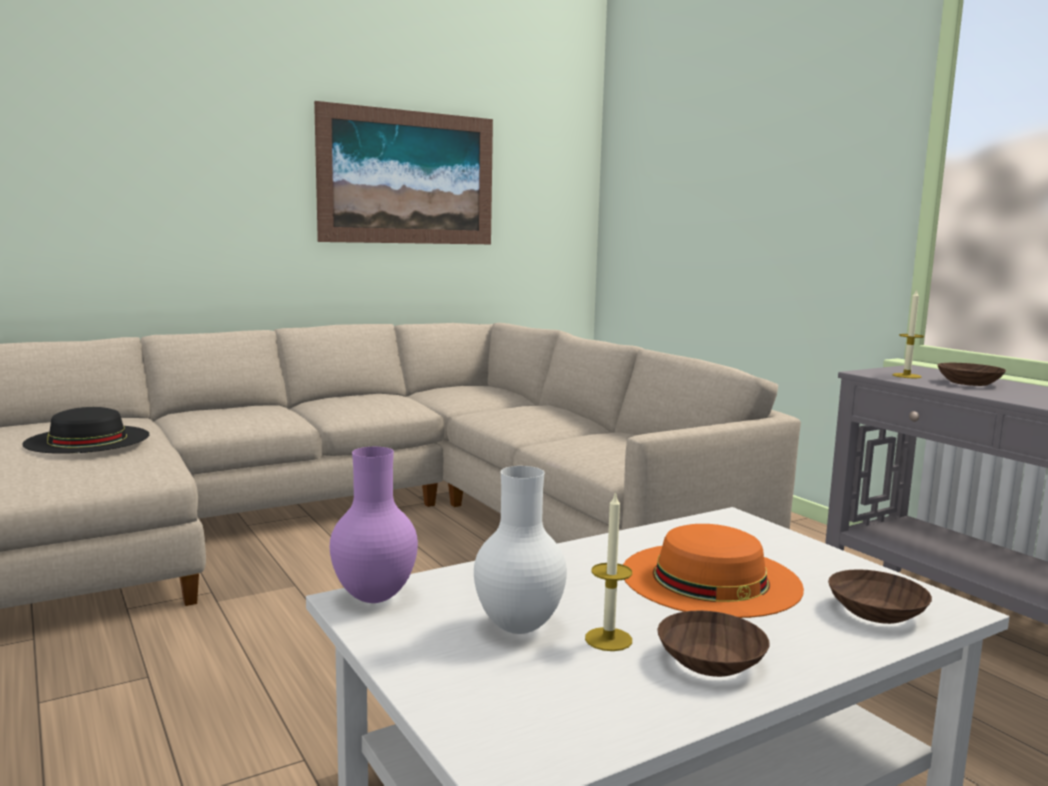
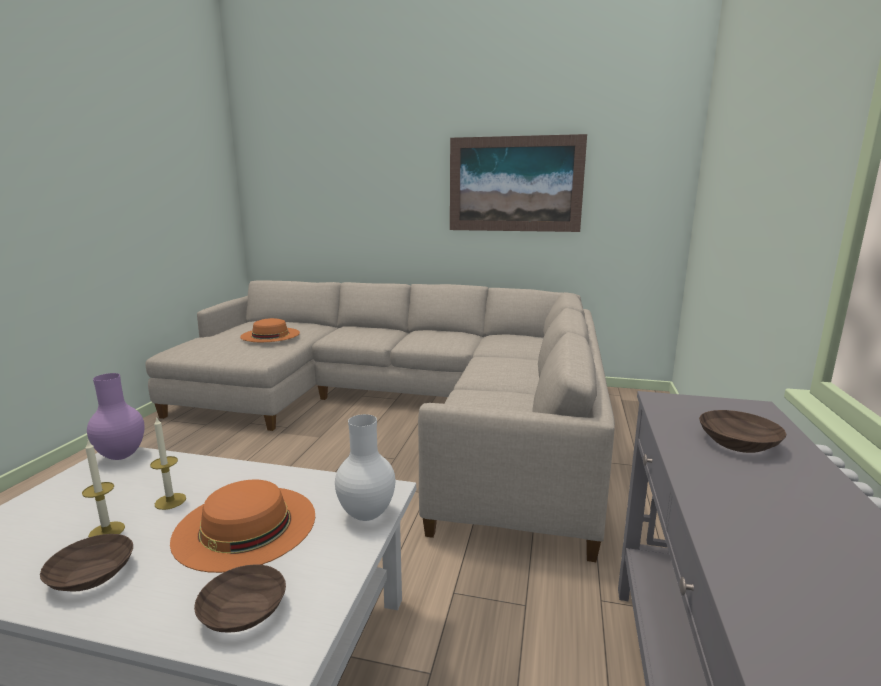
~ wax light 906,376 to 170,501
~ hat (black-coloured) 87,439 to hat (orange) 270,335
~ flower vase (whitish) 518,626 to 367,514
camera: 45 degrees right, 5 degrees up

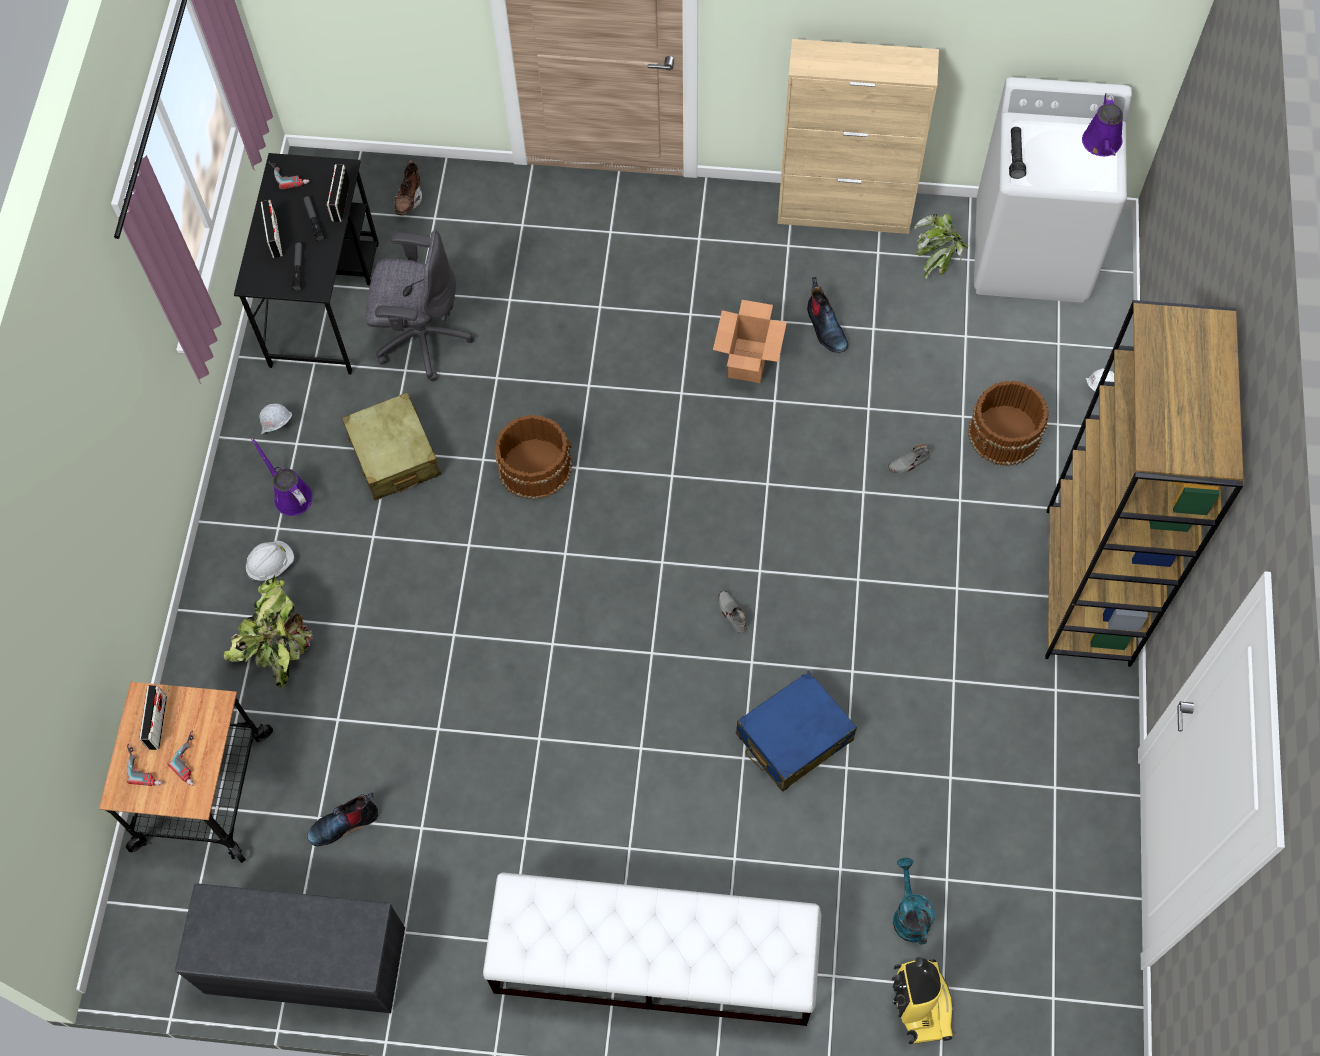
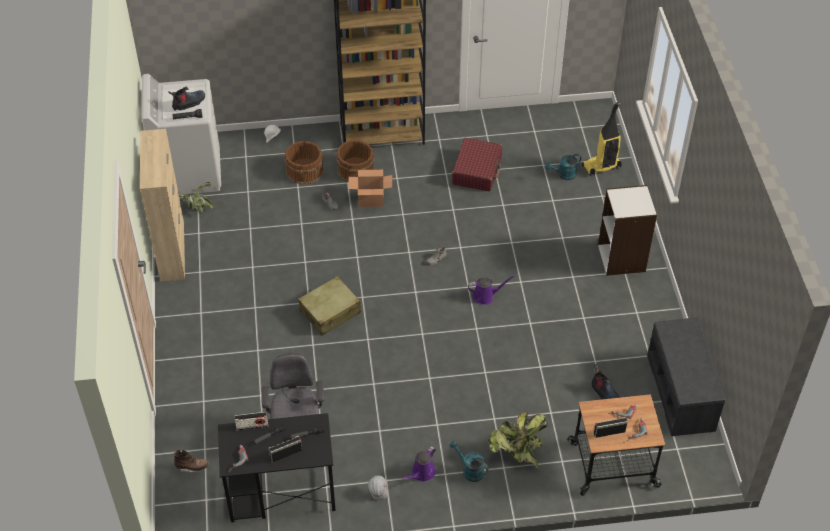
~ tall boot 825,328 to 188,103
~ suitcase (beige-coloured) 394,455 to 330,312
~ water bucket (brownish) 534,466 to 355,170
~ packing box 748,360 to 370,200
~ hard hat (whitish) 271,565 to watering pot (turquoise-coloured) 469,470
+ suitcase (red) 477,171
~ watering pot (purple) 1102,144 to 485,296
~ bench (whitish) 653,961 to bookcase (whitish) 622,258
- suitcase (blue) 793,737
camera: 105 degrees left, 15 degrees down

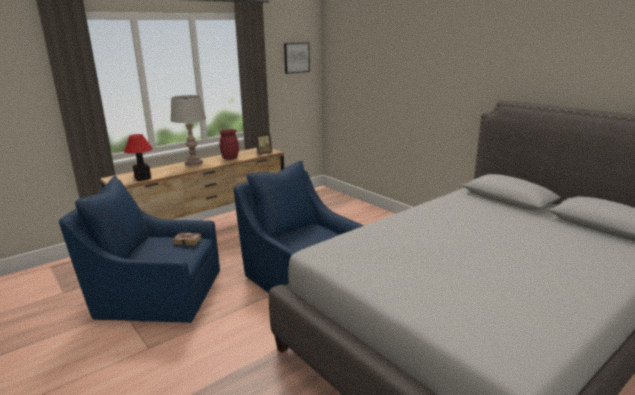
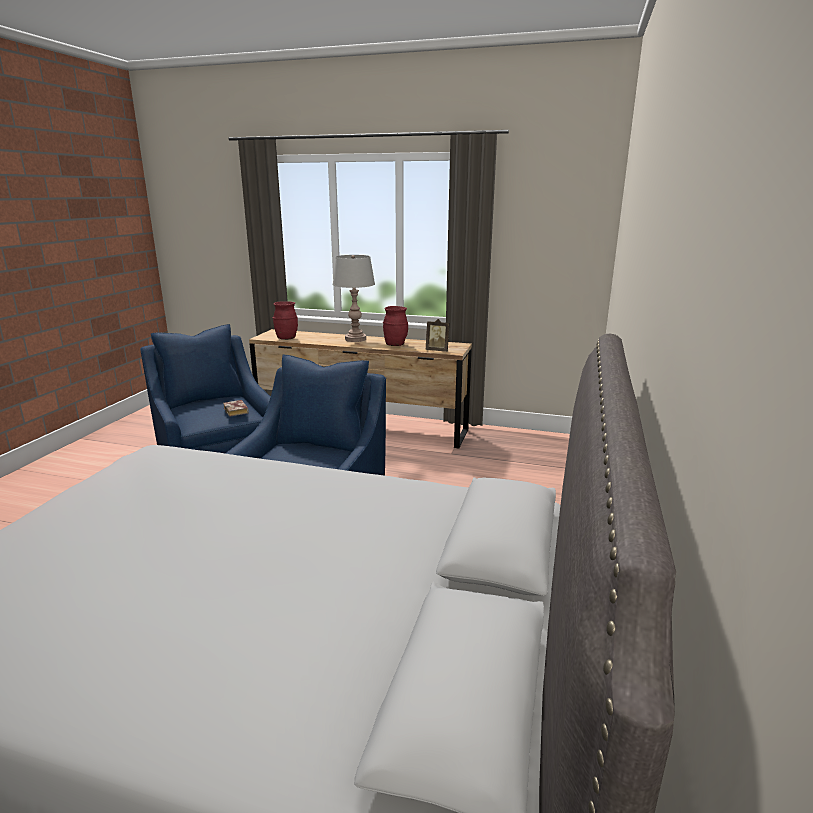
~ tabletop lamp 142,178 to flower vase (red) 286,338
- wall picture 296,57
camera: 55 degrees right, 0 degrees up

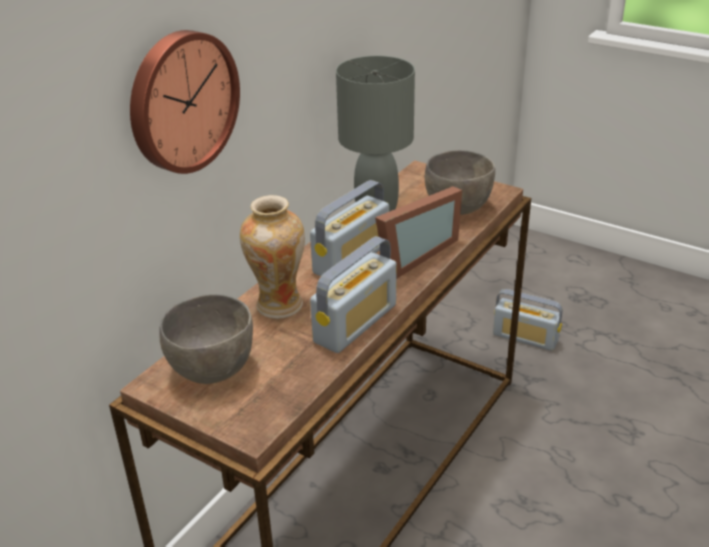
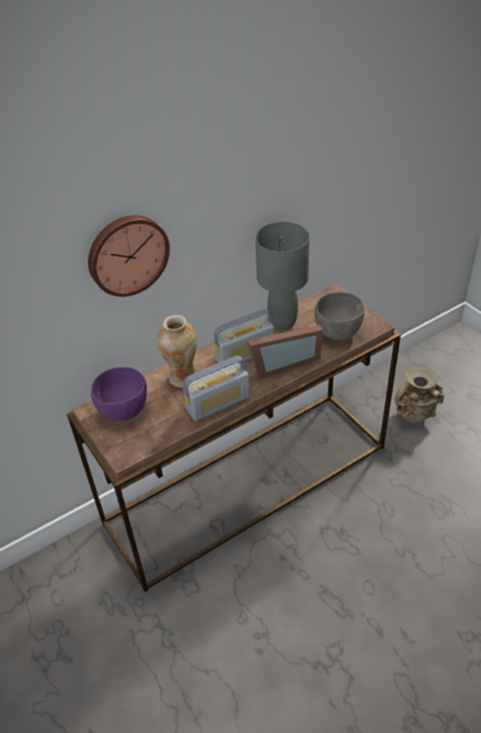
~ serving bowl (gray) 212,370 to serving bowl (purple) 123,411
~ radio receiver 525,337 to flower vase (beige-coloured) 414,417
camera: 25 degrees right, 10 degrees up

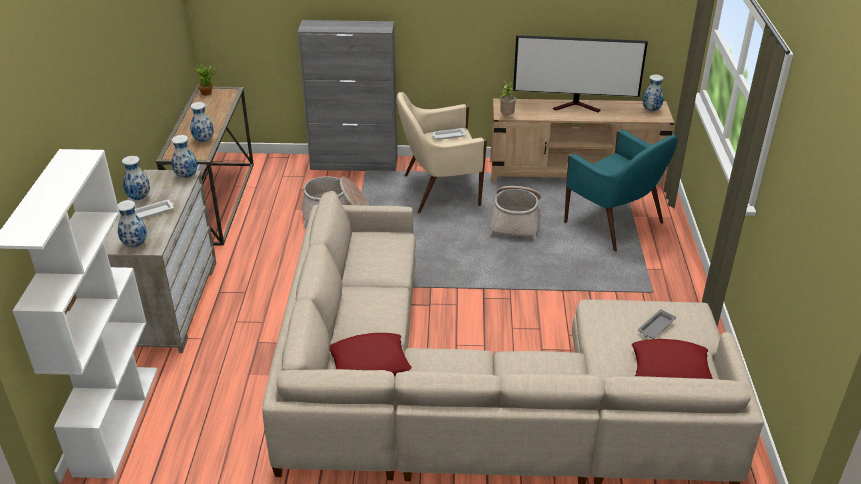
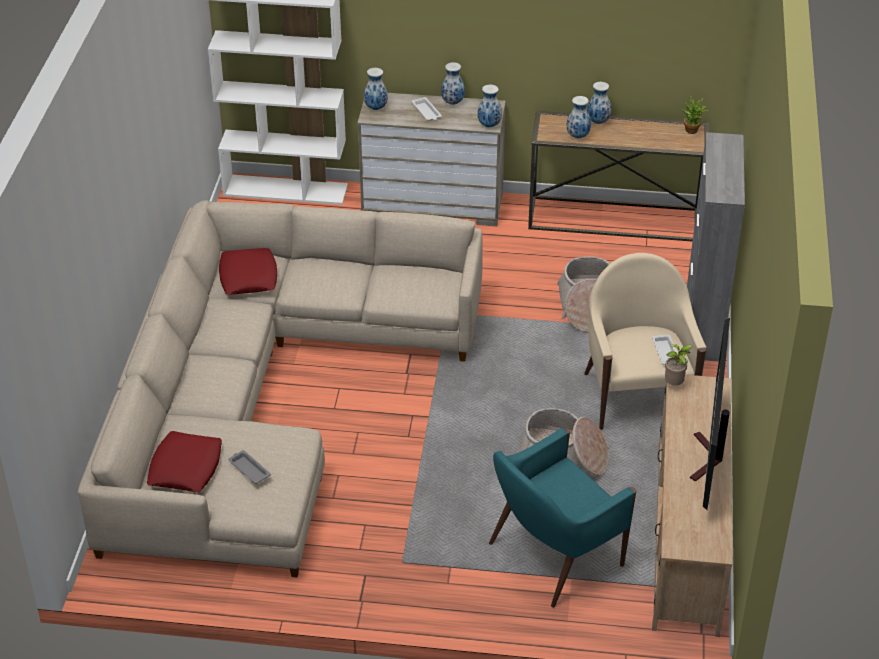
~ flower vase 650,109 to 598,121
camera: 95 degrees right, 5 degrees up

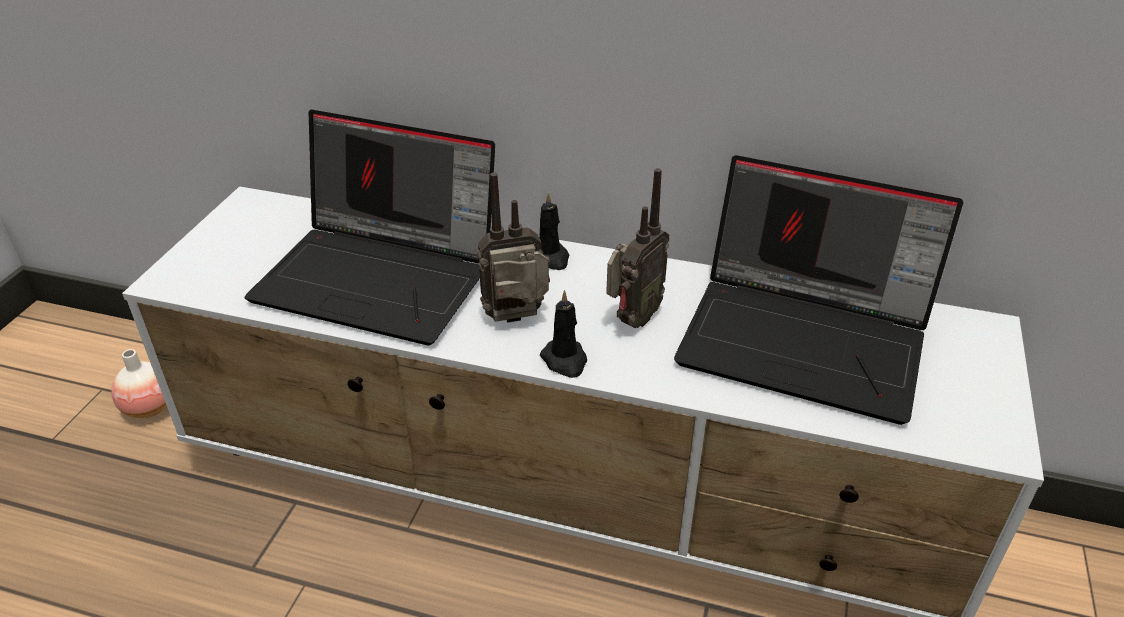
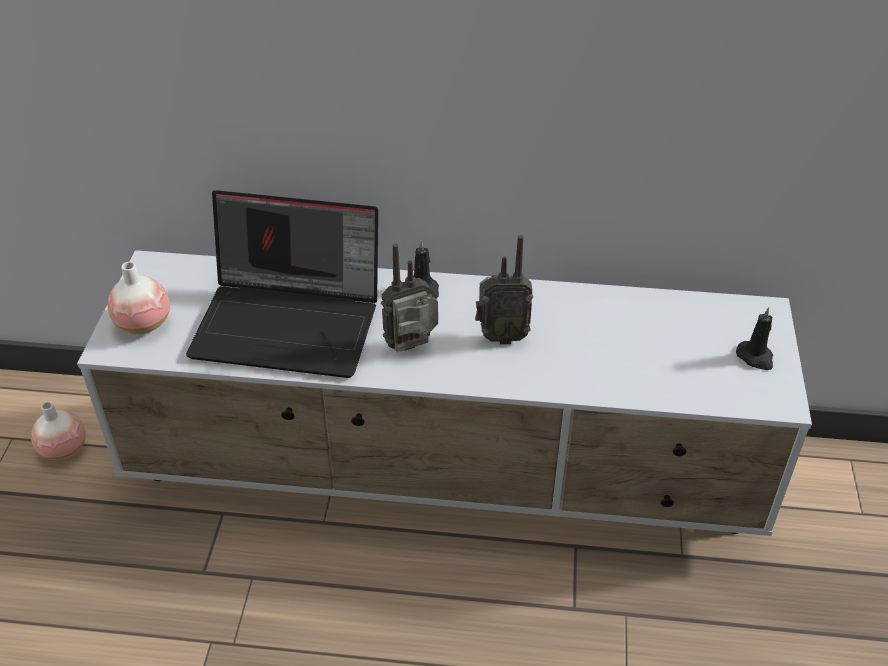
+ flower vase 143,324
~ radio receiver 632,320 = 501,336 60 degrees clockwise
~ wax light (black-coloured) 565,360 to 755,357
- laptop 807,339
camera: 10 degrees left, 5 degrees up

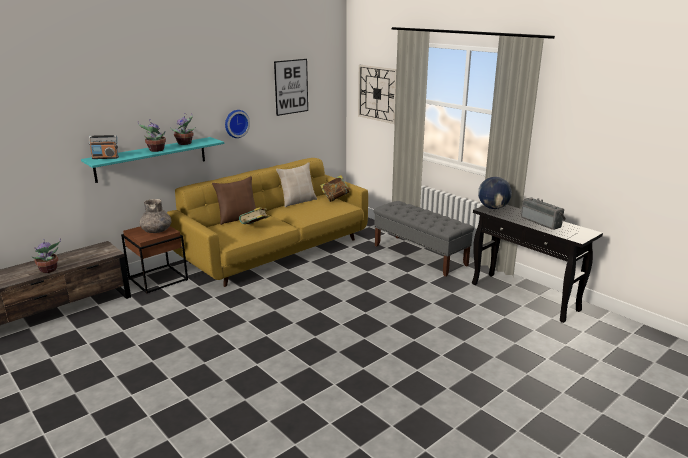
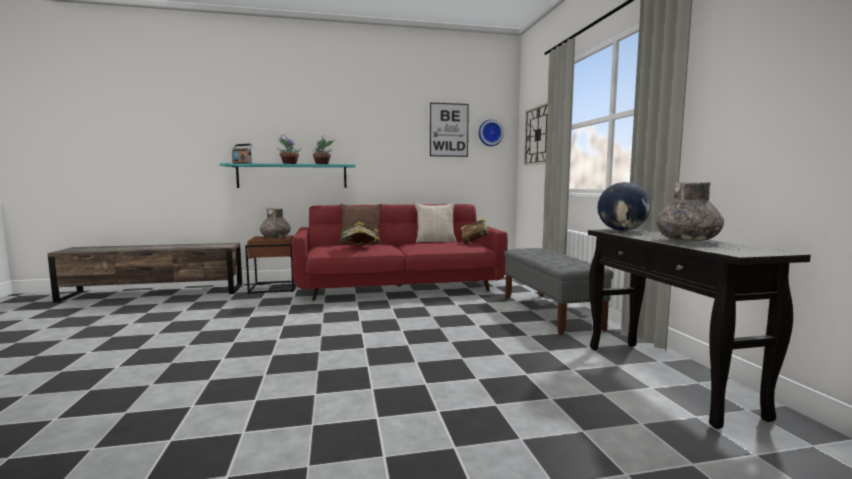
~ couch (yellow) 276,251 to couch (red) 400,287
~ wall clock 236,123 to 490,133
~ radio receiver 542,222 to flower vase (gray) 687,241
- houseplant 49,270
camera: 30 degrees right, 15 degrees down

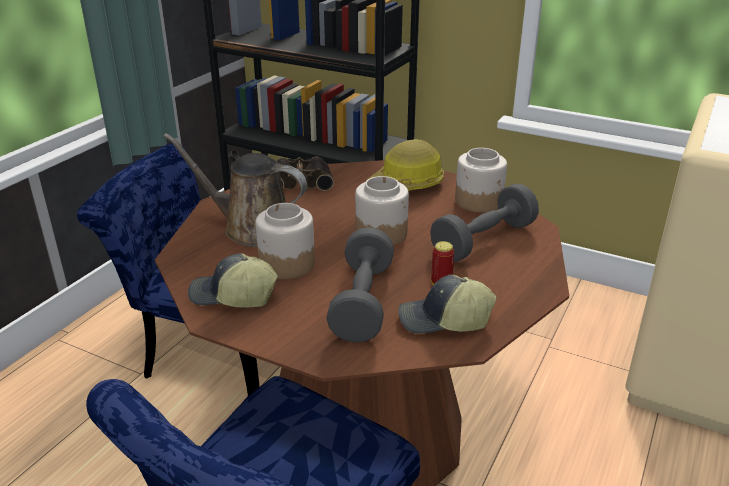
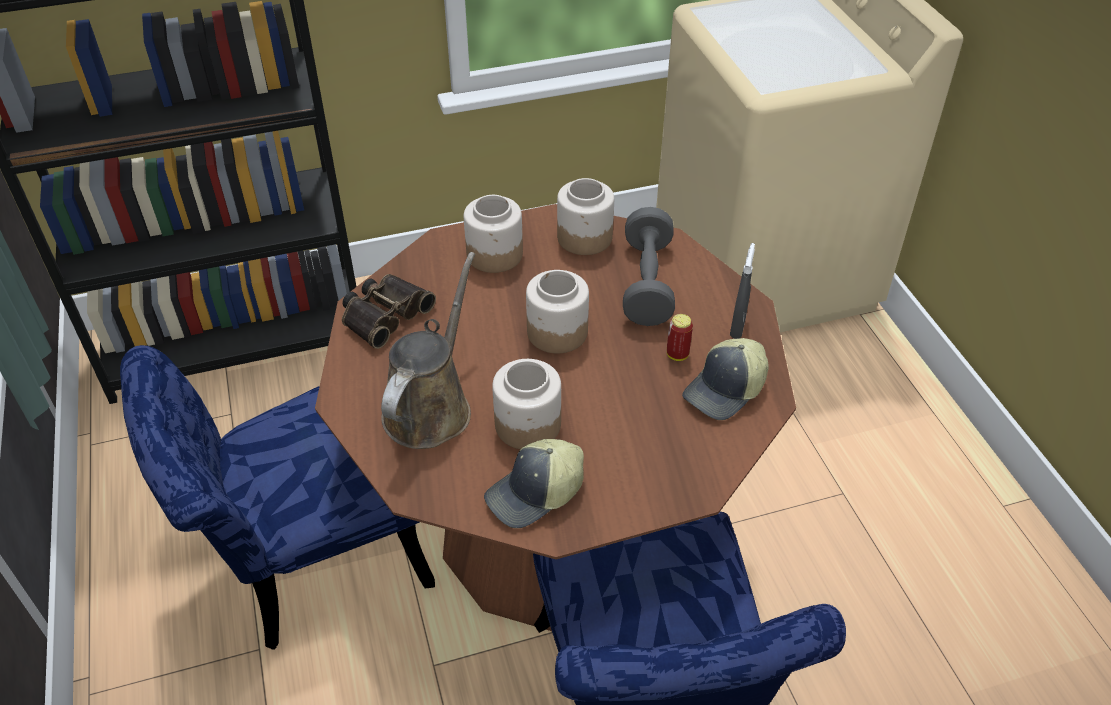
~ watering pot (brownish) 252,228 = 431,407 135 degrees clockwise
~ hard hat 407,185 to jar 495,254
+ sprayer (gray) 737,327
- free weight (gray) 362,302
camera: 45 degrees left, 15 degrees up

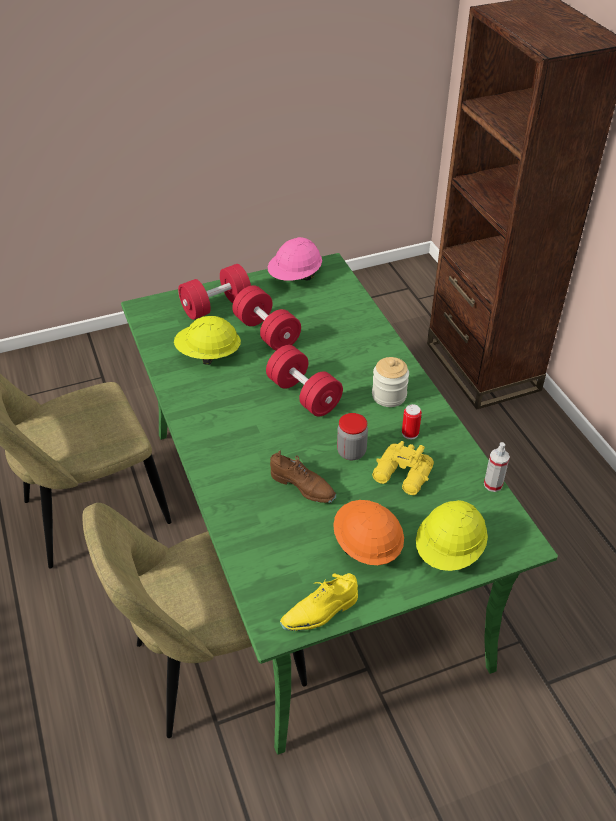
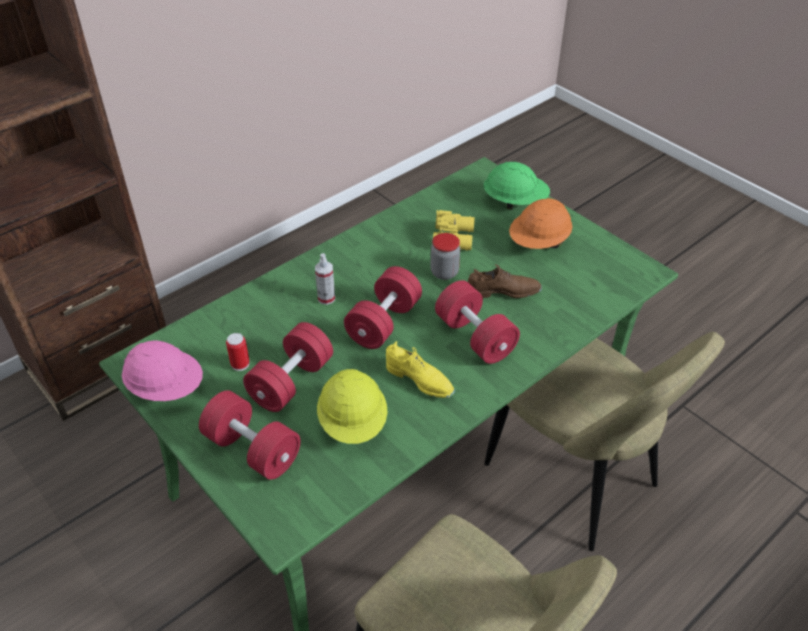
~ sealed can 410,433 to 240,364
~ sprayer 493,484 to 326,298
~ low shoe (yellow) 320,612 to 420,380
+ free weight (red) 475,337
~ low shoe (brownish) 303,486 = 503,292 75 degrees clockwise
~ hard hat (yellow) 449,551 to hard hat (green) 515,202
- jar 389,395
camera: 110 degrees left, 0 degrees up

